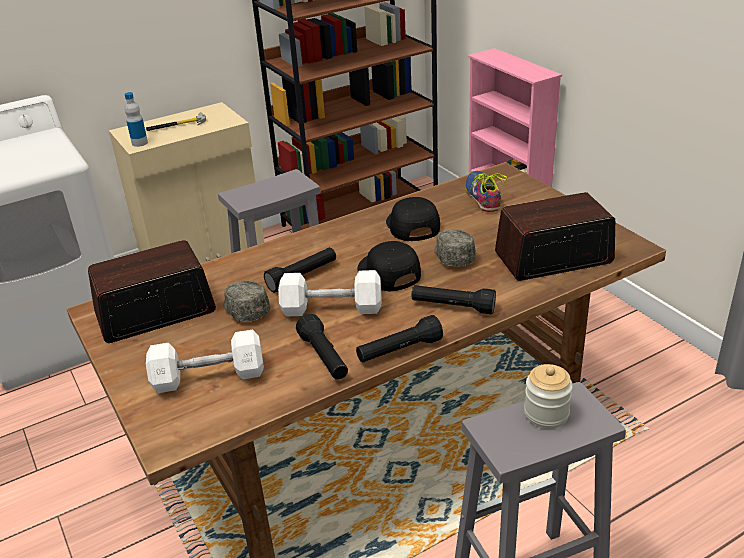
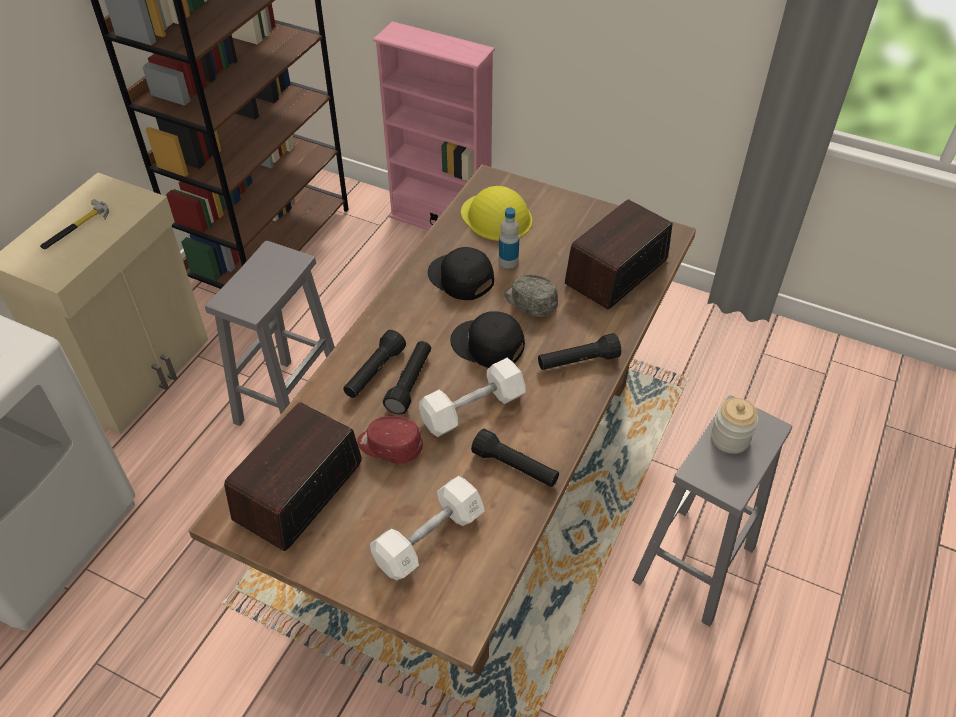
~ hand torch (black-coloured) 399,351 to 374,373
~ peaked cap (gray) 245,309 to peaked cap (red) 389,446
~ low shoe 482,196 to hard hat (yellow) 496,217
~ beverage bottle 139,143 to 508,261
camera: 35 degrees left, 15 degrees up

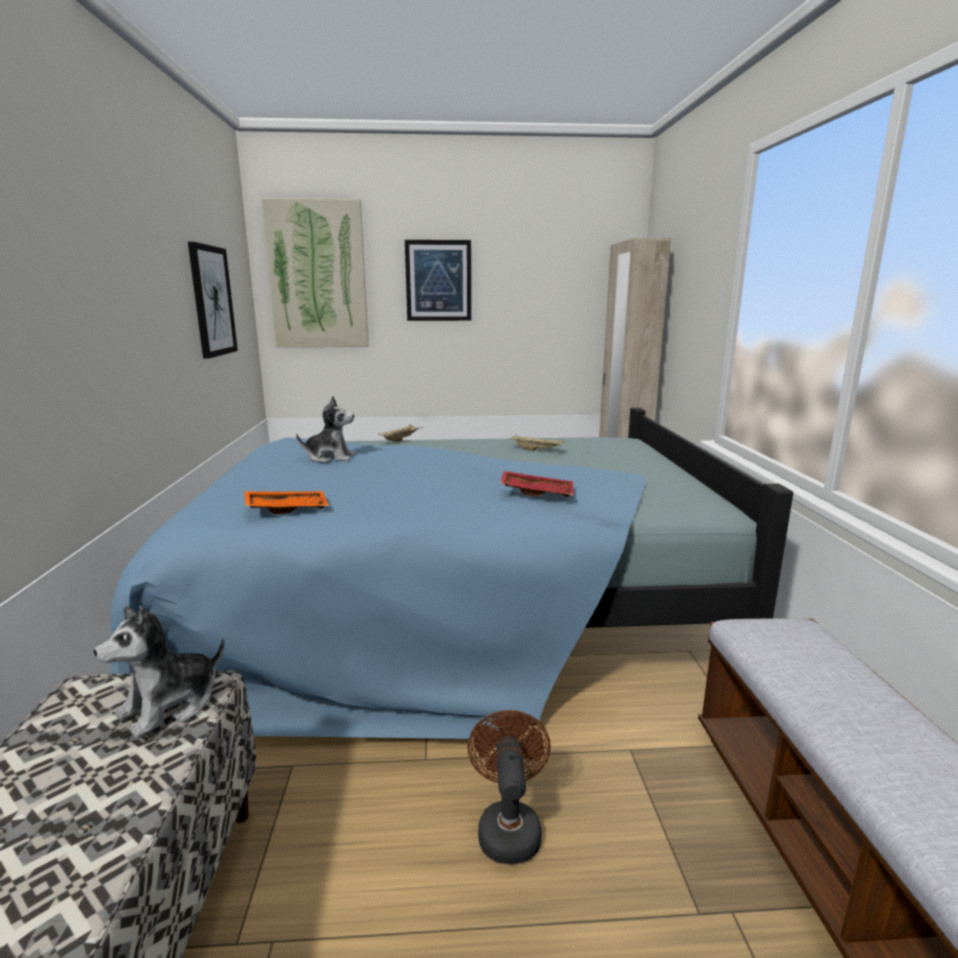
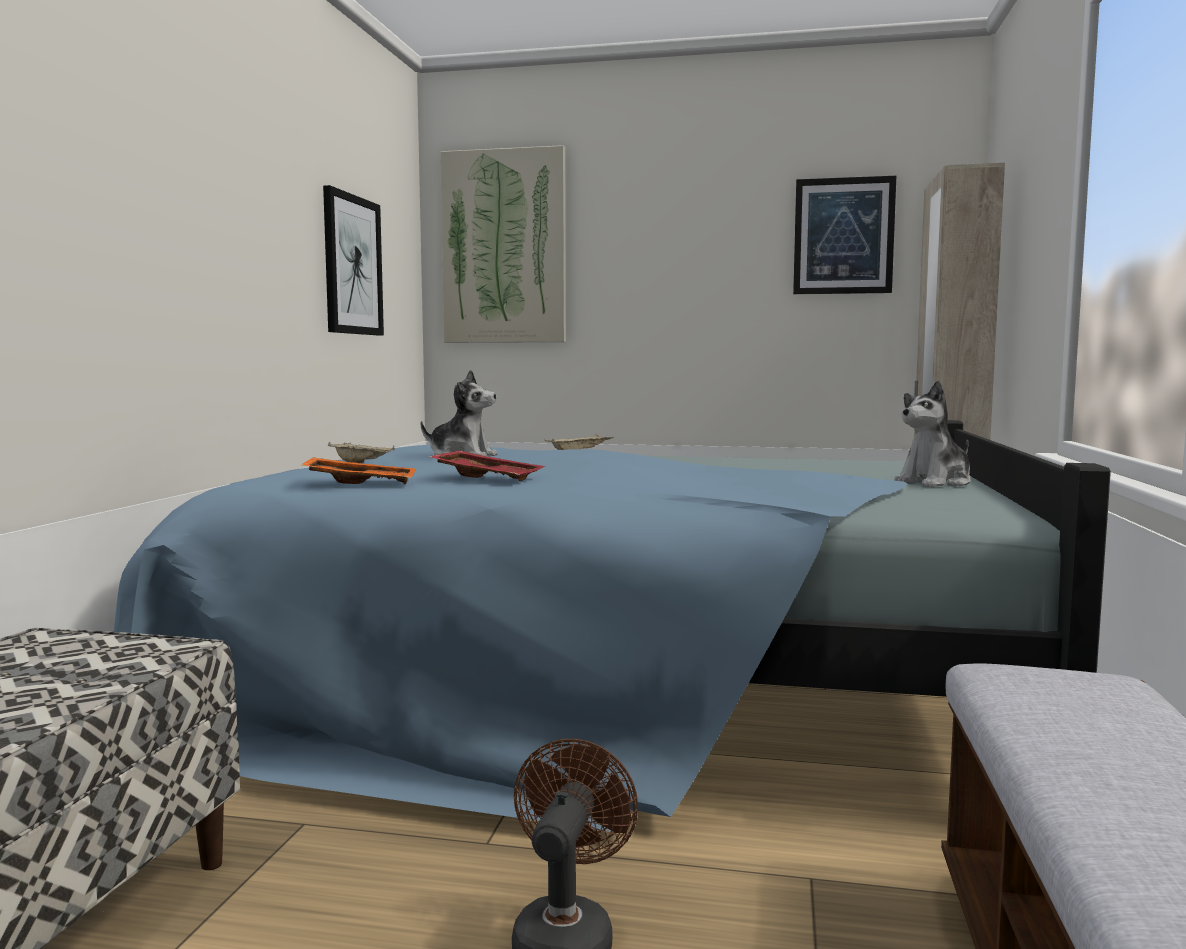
~ serving tray (beige-coloured) 537,450 to 362,463
~ serving tray (red) 537,492 to 488,477
~ wall picture 438,281 to 843,236
~ cuddly toy 170,705 to 935,483
camera: 15 degrees right, 10 degrees down

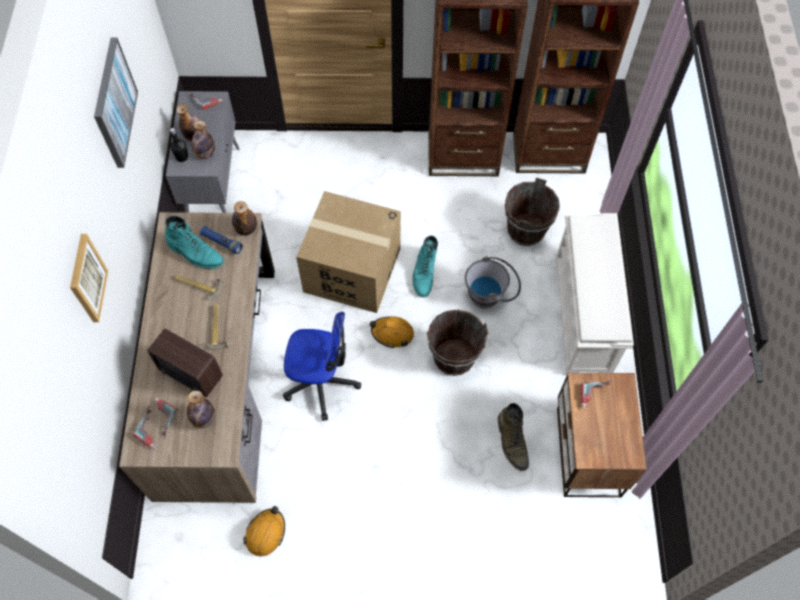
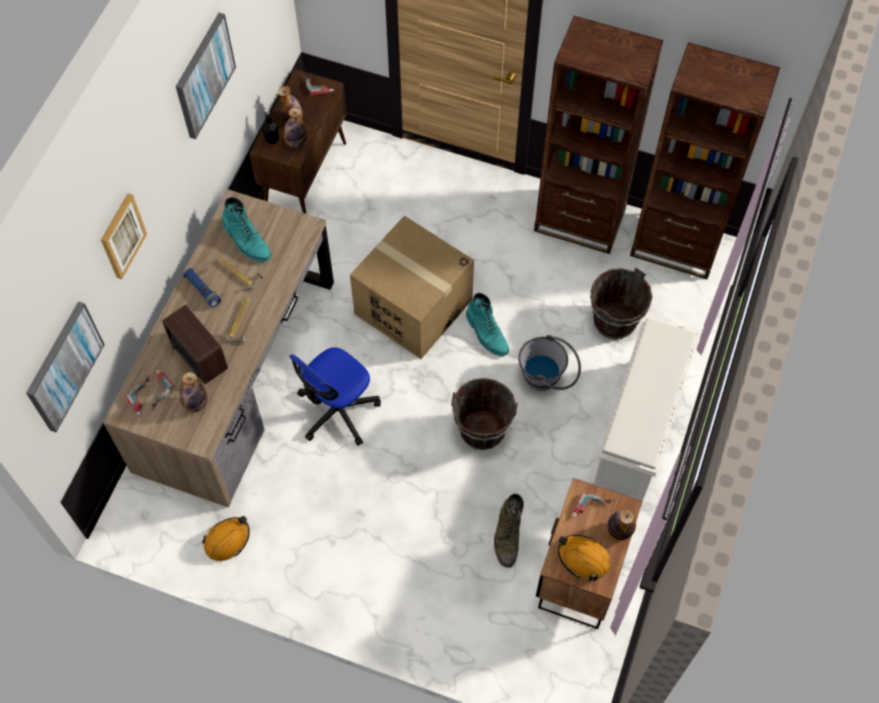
+ wall picture 64,366
~ hand torch (blue) 222,243 to 203,291
~ storage cabinet (gray) 214,185 to storage cabinet (brownish) 306,175
~ desk chair 321,382 = 337,411 105 degrees clockwise
~ tall boot (turquoise-coloured) 424,273 = 487,333 60 degrees counterclockwise
~ hard hat (orange) 392,333 to 583,558
~ beverage bottle 246,229 to 619,530
camera: 20 degrees right, 0 degrees up

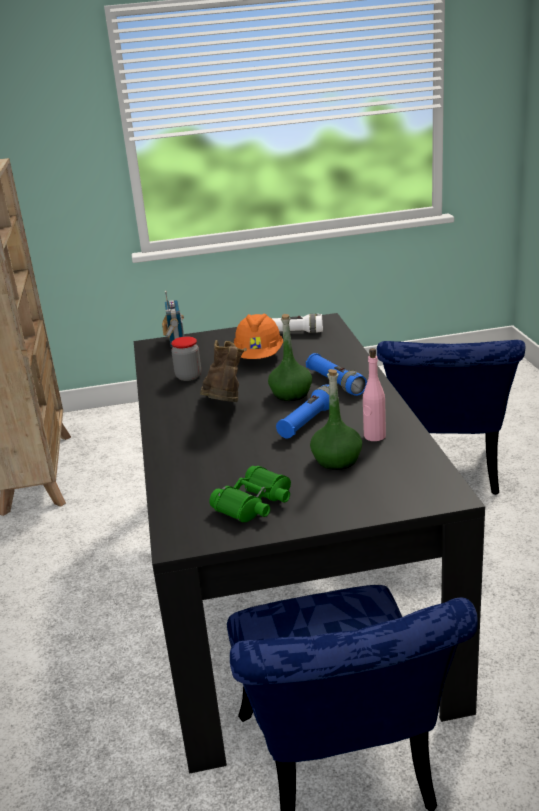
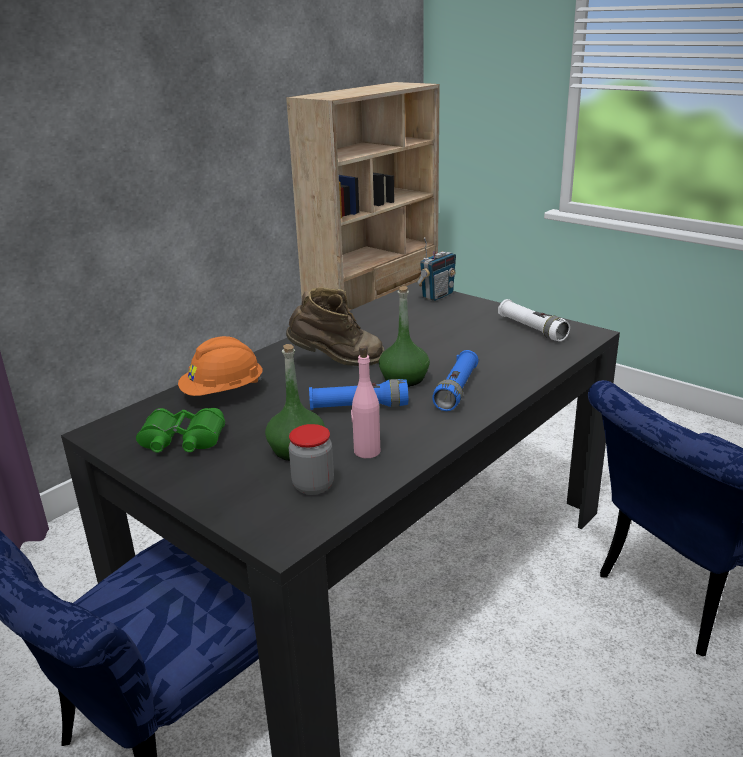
~ hard hat (orange) 259,357 to 223,393
~ tall boot (brownish) 224,409 = 337,363 45 degrees clockwise
~ jar 188,376 to 313,486
camera: 50 degrees right, 0 degrees up

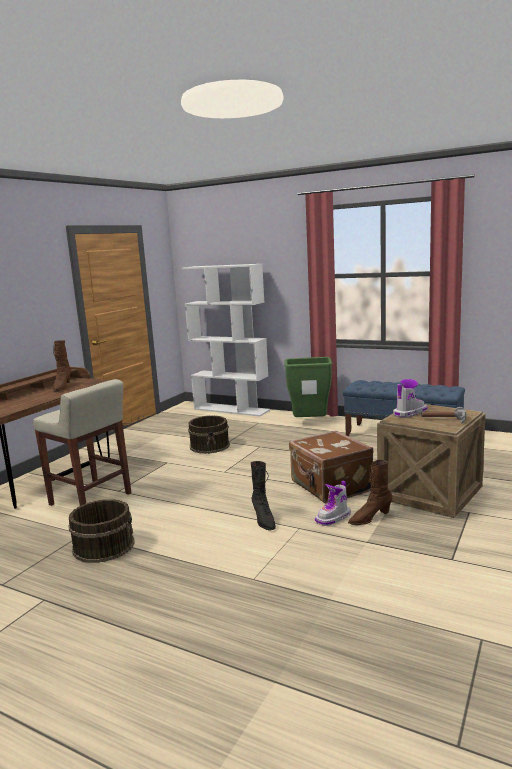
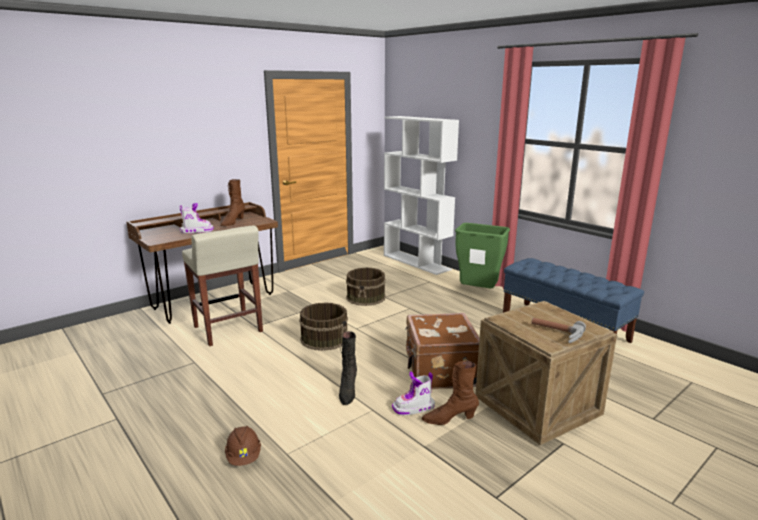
~ tall boot 409,413 to 197,231
+ hard hat (brownish) 244,456
~ water bucket (brownish) 104,546 to 324,338
camera: 20 degrees right, 5 degrees up

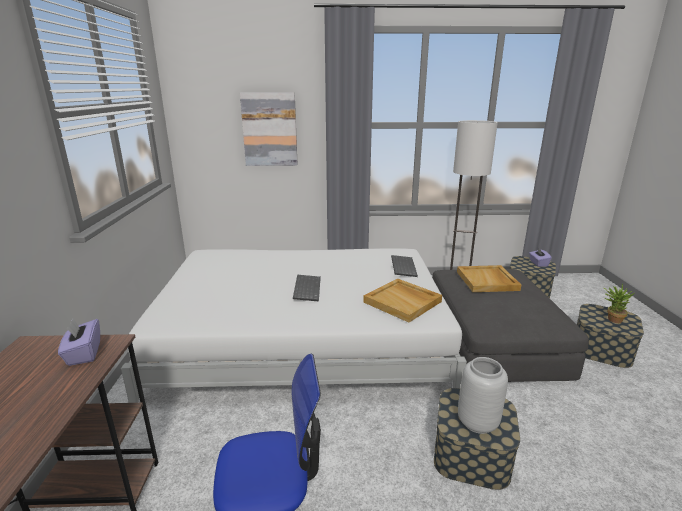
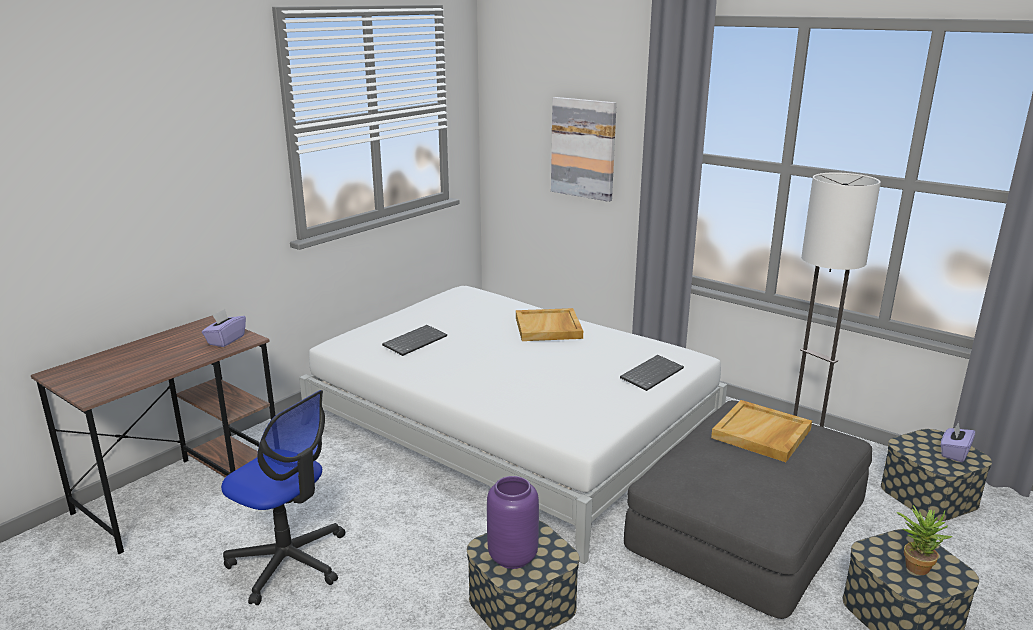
~ keyboard 306,288 to 415,341
~ flower vase (gray) 478,422 to flower vase (purple) 513,557
~ serving tray (beige-coloured) 403,302 to 549,328
camera: 40 degrees right, 0 degrees up

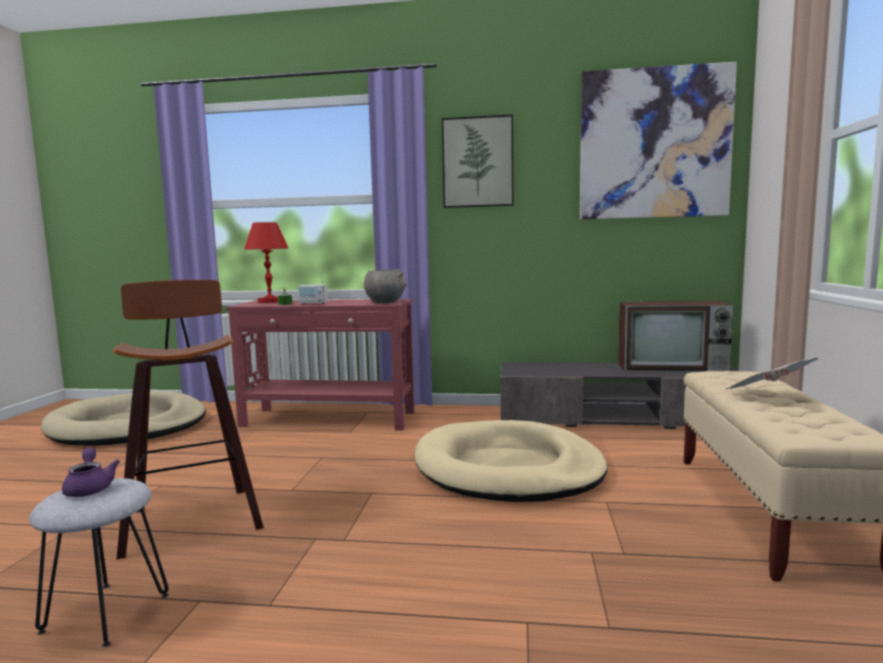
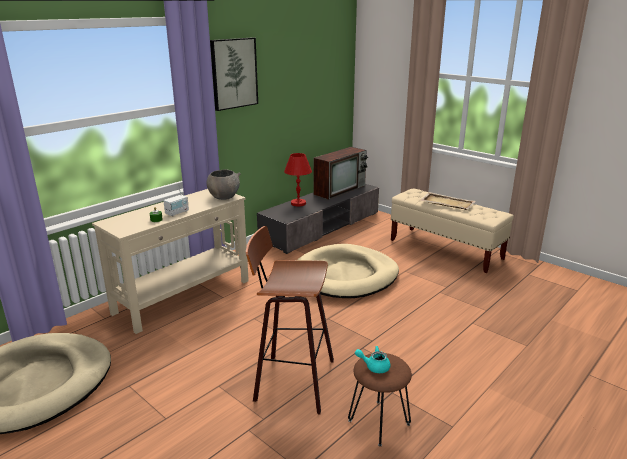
~ console table (red) 329,419 to console table (beige-coloured) 184,296
~ tabletop lamp (red) 269,301 to 298,203
~ sitting stool (gray) 105,613 to sitting stool (brownish) 378,422
~ teapot (purple) 90,488 to teapot (turquoise-coloured) 374,366
~ newspaper 768,395 to serving tray (beige-coloured) 447,202
- wall picture 654,144
camera: 55 degrees left, 15 degrees up

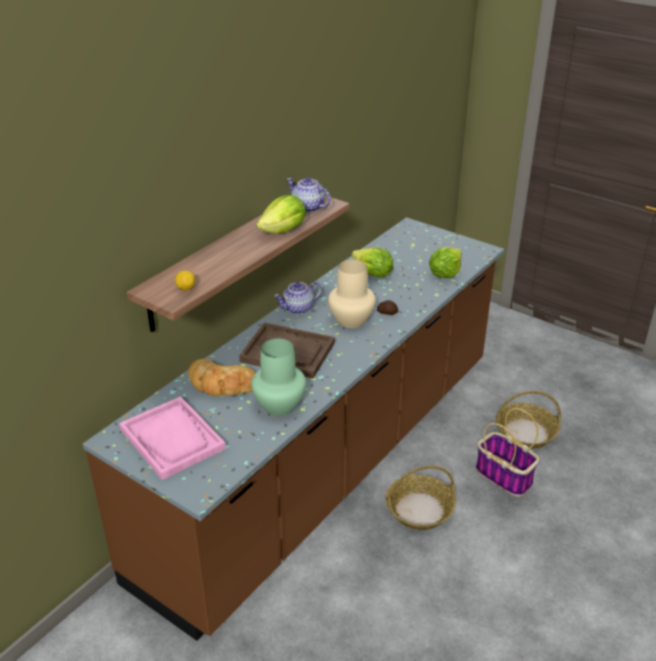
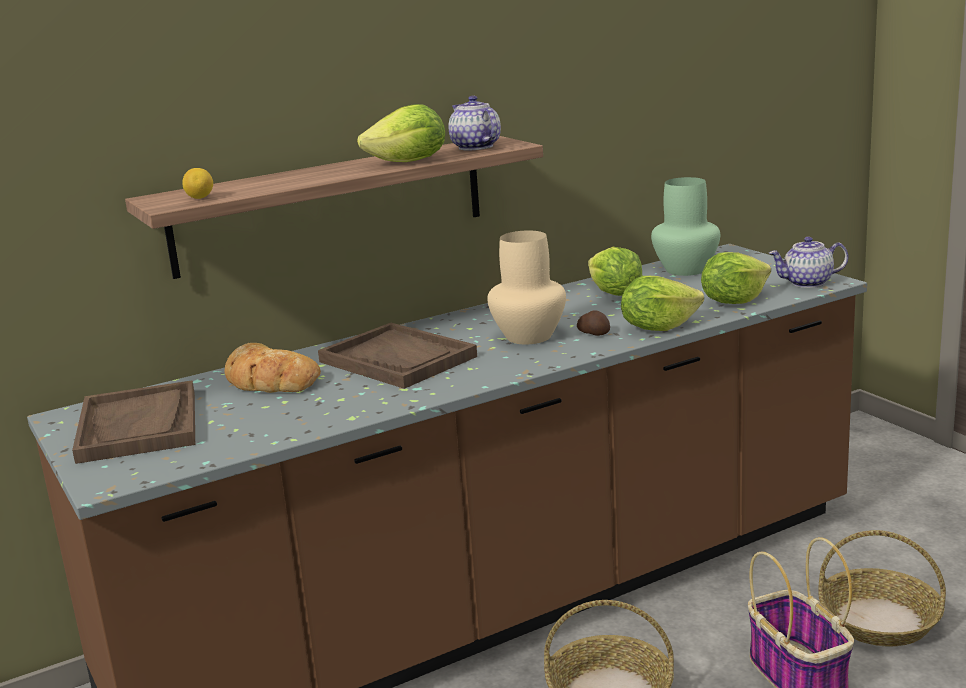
~ serving tray (pink) 172,439 to serving tray (brownish) 139,426
+ lettuce 658,327
~ flower vase (green) 280,406 to 686,270
~ teapot 298,308 to 807,283
camera: 25 degrees right, 15 degrees down

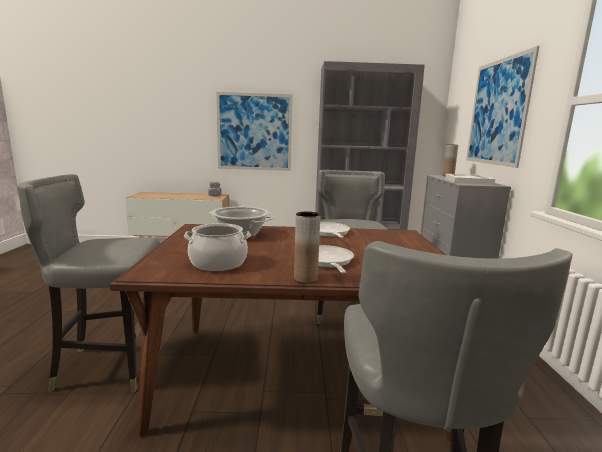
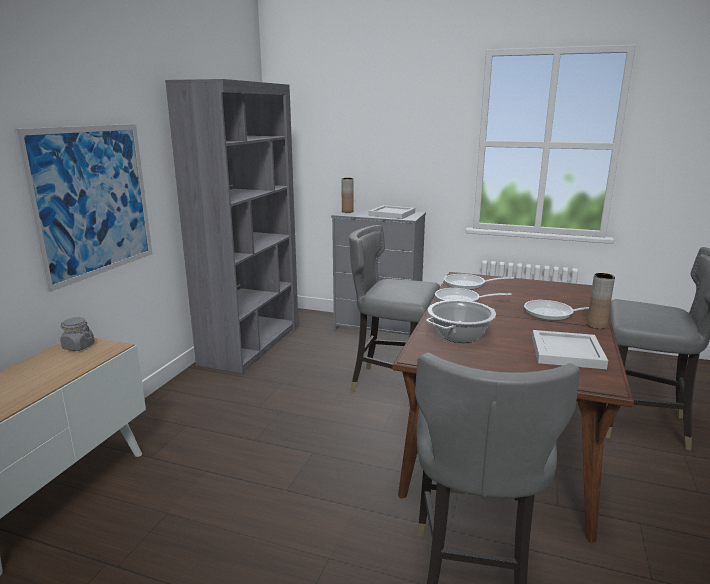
+ frying pan 468,285
~ cooking pot 218,263 to serving tray (whitish) 565,352
- wall picture 497,112
camera: 70 degrees left, 5 degrees up

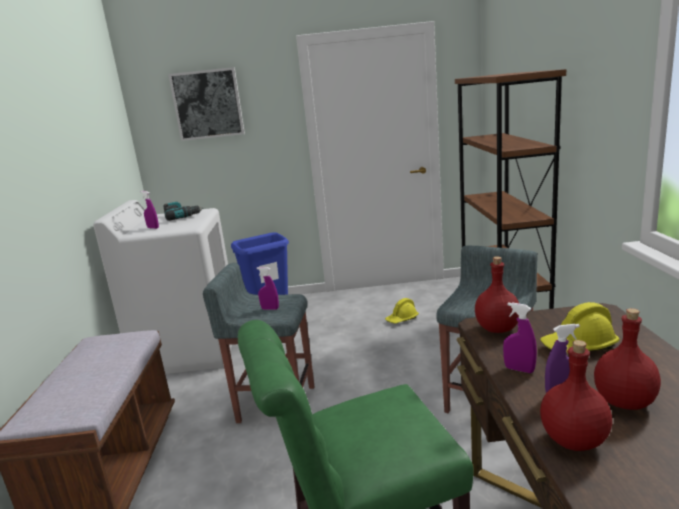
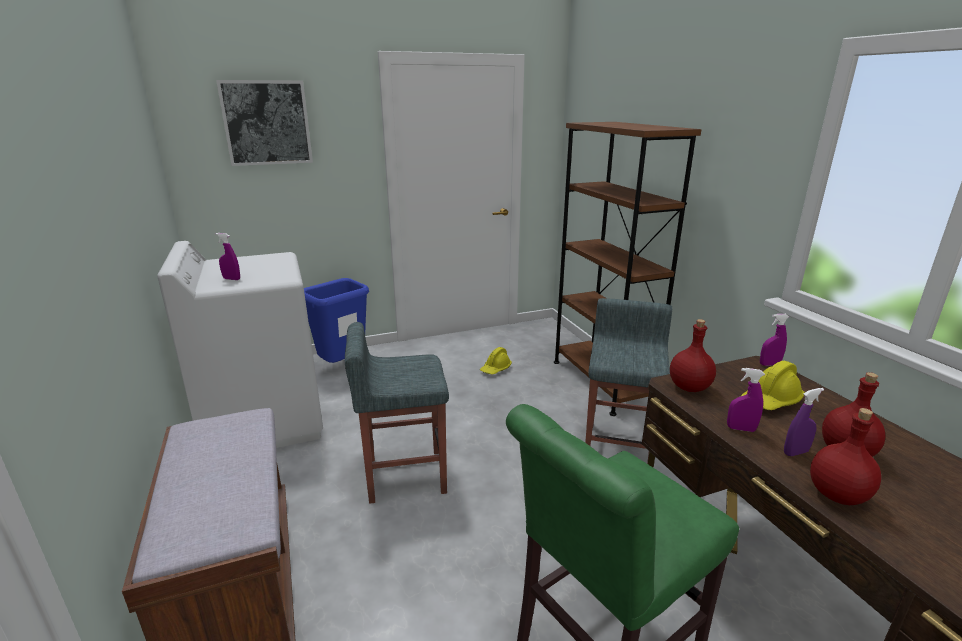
~ sprayer (purple) 270,309 to 769,364
- drill 181,216
camera: 20 degrees left, 5 degrees up

